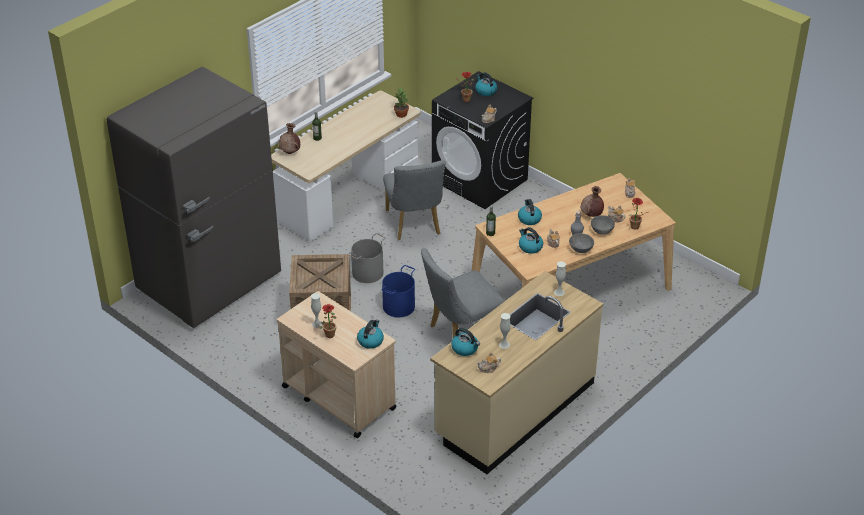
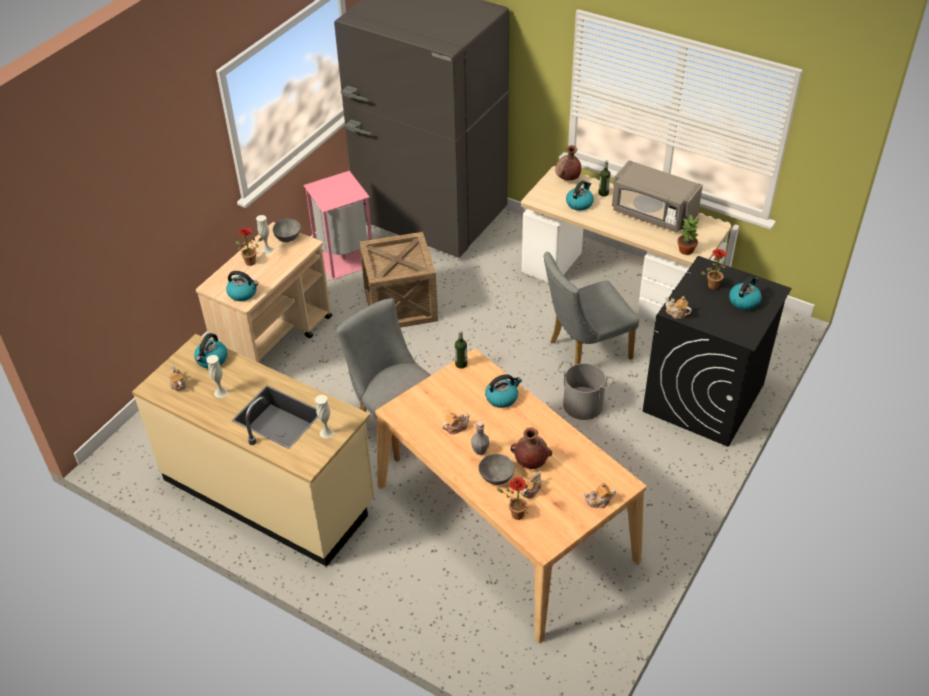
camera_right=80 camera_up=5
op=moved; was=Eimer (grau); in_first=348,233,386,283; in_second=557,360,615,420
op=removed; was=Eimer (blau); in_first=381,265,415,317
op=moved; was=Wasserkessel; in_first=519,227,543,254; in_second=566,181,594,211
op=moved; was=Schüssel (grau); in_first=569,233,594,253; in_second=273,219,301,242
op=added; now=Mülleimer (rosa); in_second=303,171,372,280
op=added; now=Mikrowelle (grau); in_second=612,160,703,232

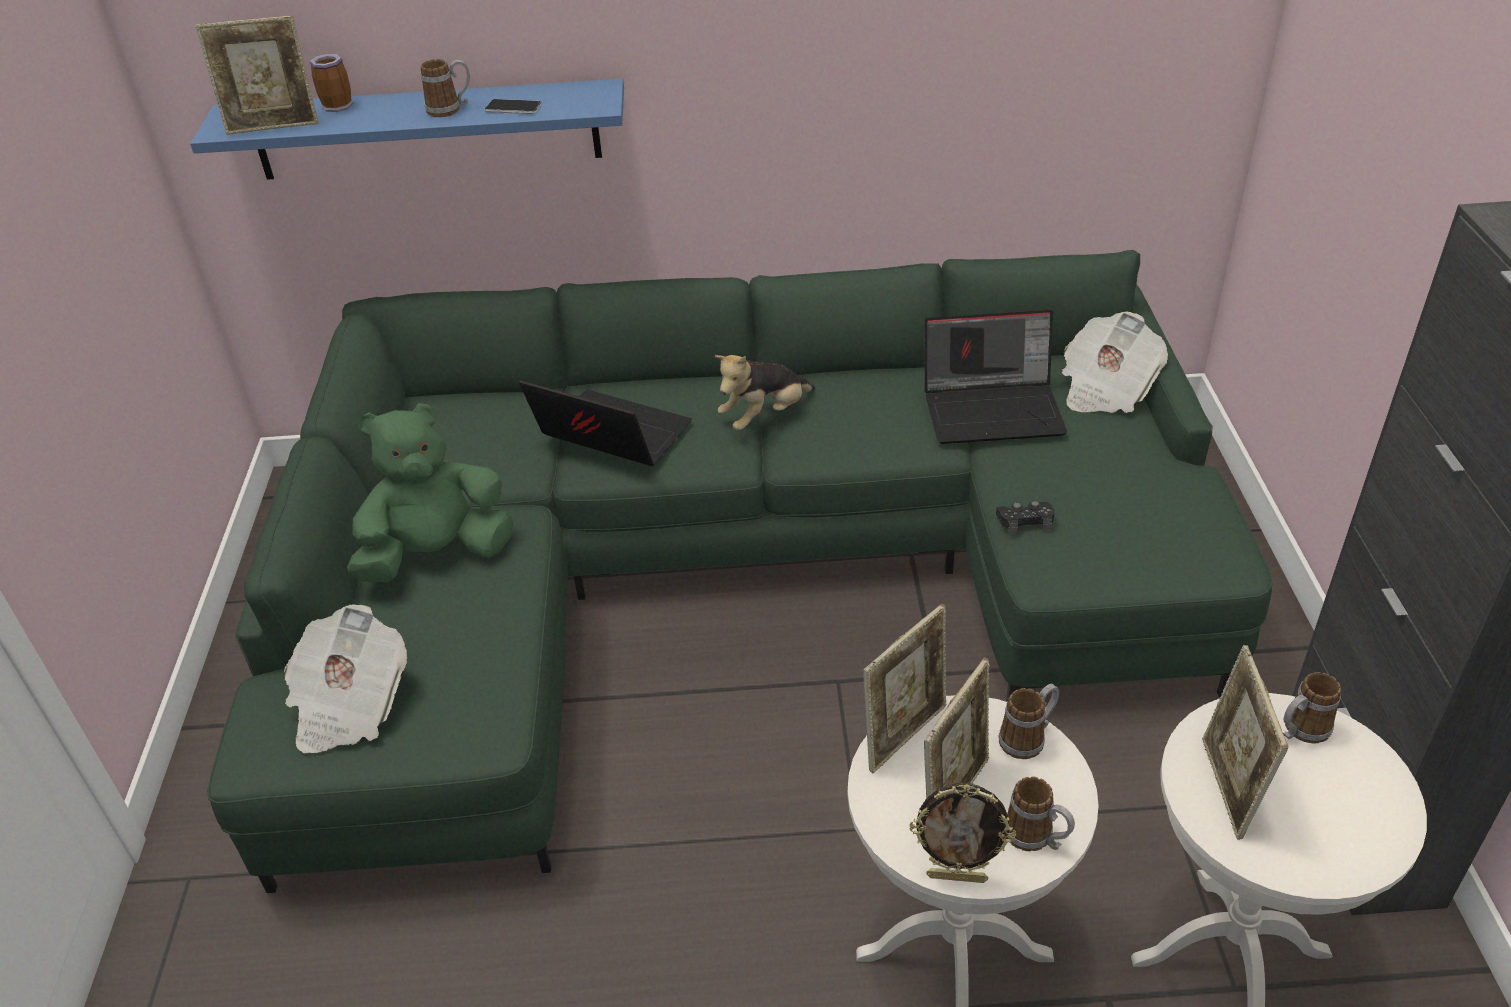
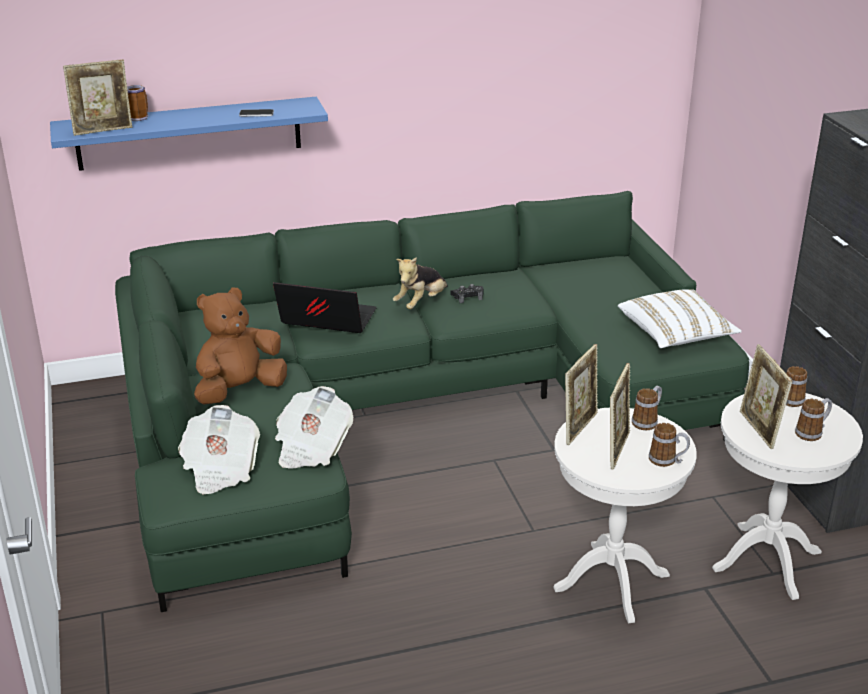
camera_right=-15 camera_up=-10
op=recoloured; was=Plüschtier (grün); now=Plüschtier (braun); in_first=347,403,513,582; in_second=194,287,287,404
op=moved; was=Henkelbecher; in_first=420,59,470,117; in_second=795,398,832,441
op=removed; was=Bilderrahmen; in_first=909,783,1016,883
op=removed; was=Laptop; in_first=925,310,1067,444
op=moved; was=Gamepad (schwarz); in_first=996,501,1055,536; in_second=450,284,484,303
op=moved; was=Zeitung; in_first=1062,312,1168,413; in_second=275,386,353,469
op=added; now=Kissen (weiß); in_second=618,289,742,348

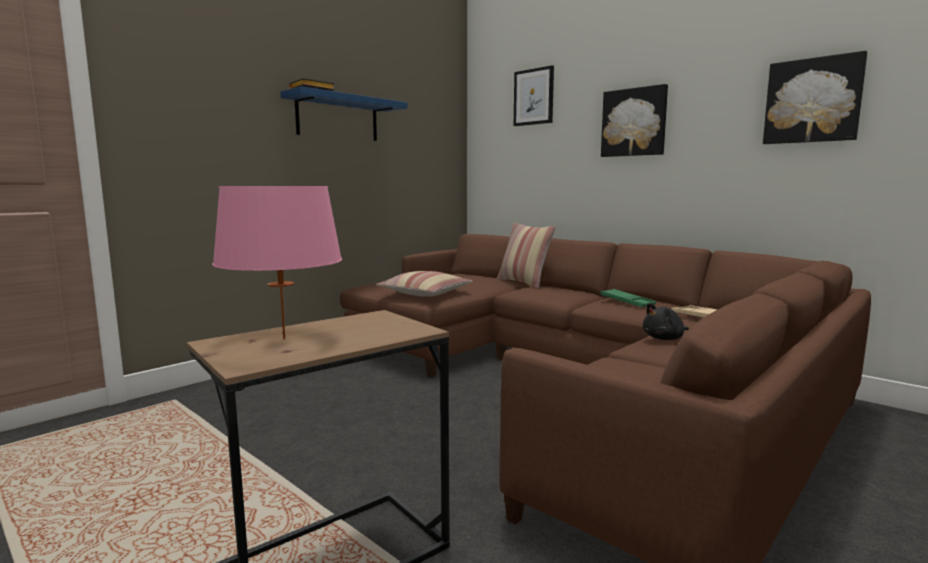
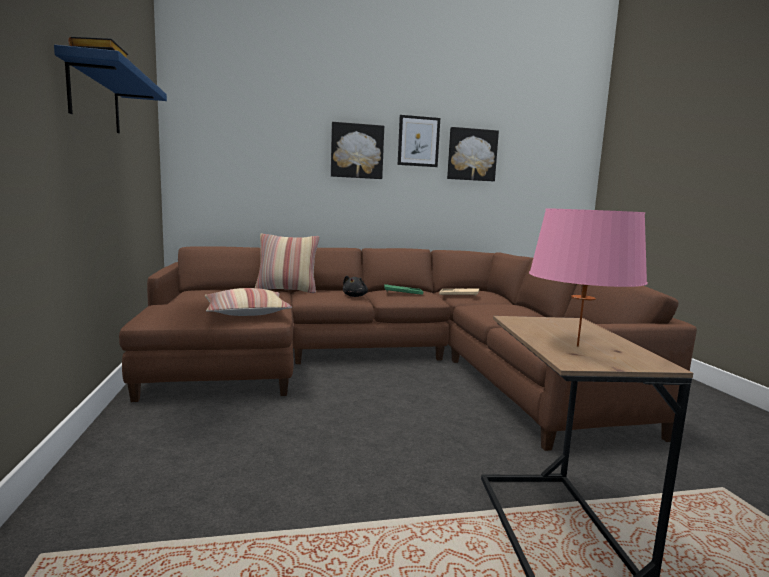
camera_right=-55 camera_up=0
op=moved; was=Bild; in_first=514,65,554,126; in_second=398,115,440,167
op=moved; was=Plüschtier (schwarz); in_first=643,303,690,340; in_second=343,275,368,297

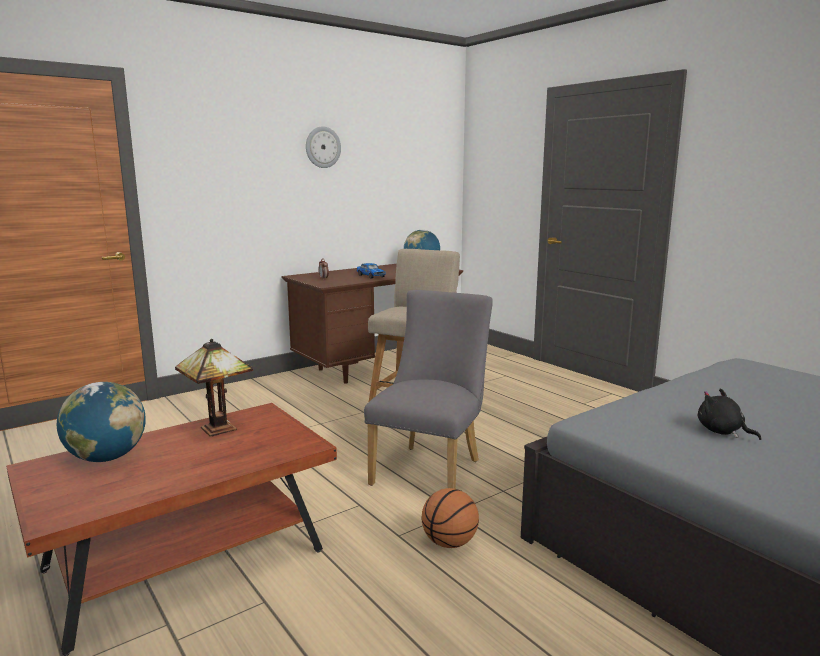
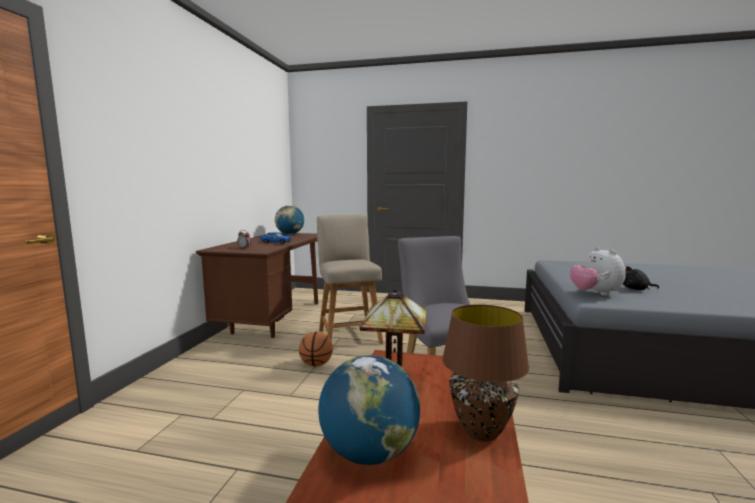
camera_right=-40 camera_up=-5
op=removed; was=Wanduhr; in_first=306,126,341,168
op=moved; was=Basketball; in_first=422,488,479,548; in_second=299,332,333,366
op=added; now=Tischlampe (braun); in_second=442,304,529,442
op=added; now=Plüschtier; in_second=570,247,626,296

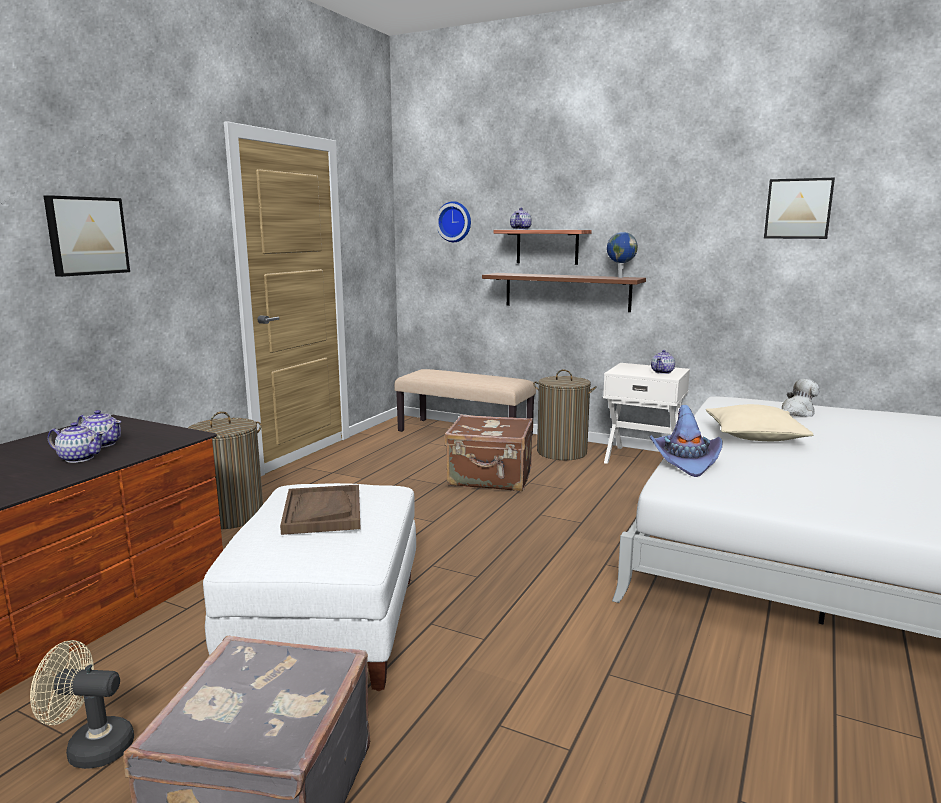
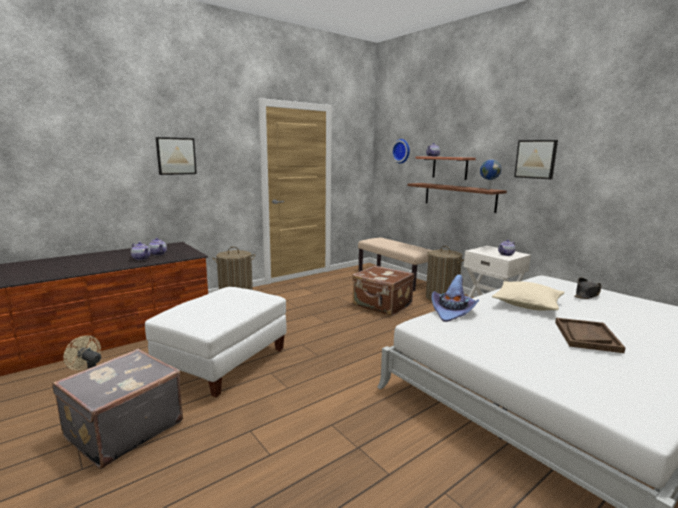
camera_right=25 camera_up=0
op=moved; was=Tablett (braun); in_first=280,485,361,535; in_second=555,318,625,353
op=moved; was=Bild; in_first=764,178,835,239; in_second=514,140,558,179
op=replaced; was=Plüschtier; now=Hut (schwarz); in_first=782,379,819,417; in_second=574,277,601,299

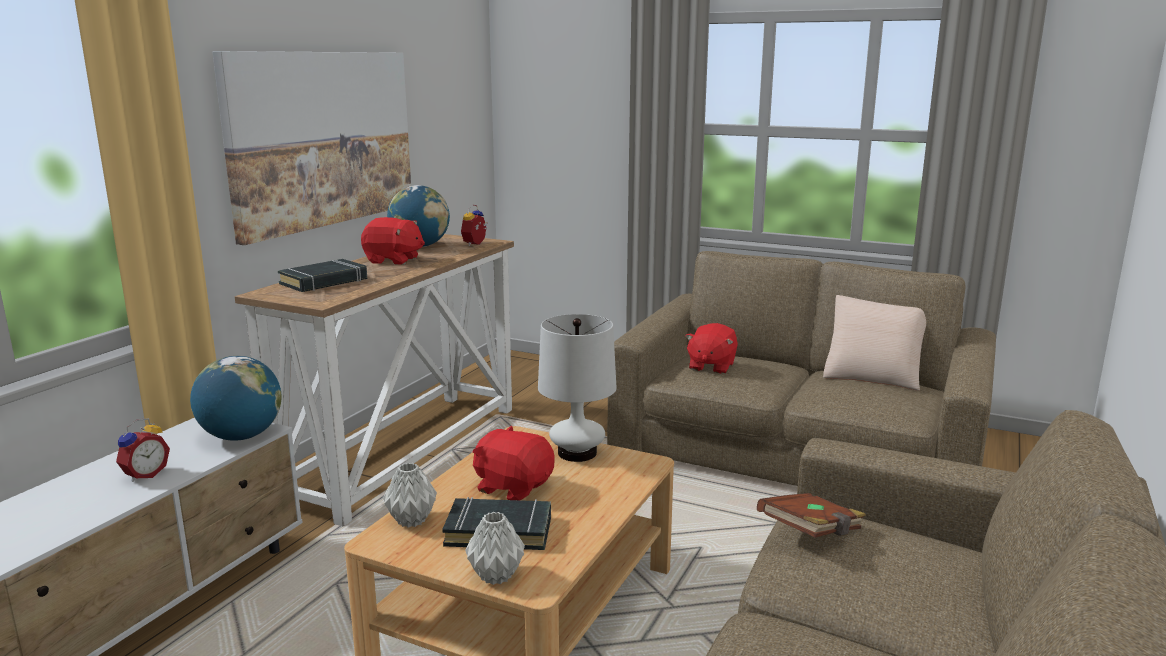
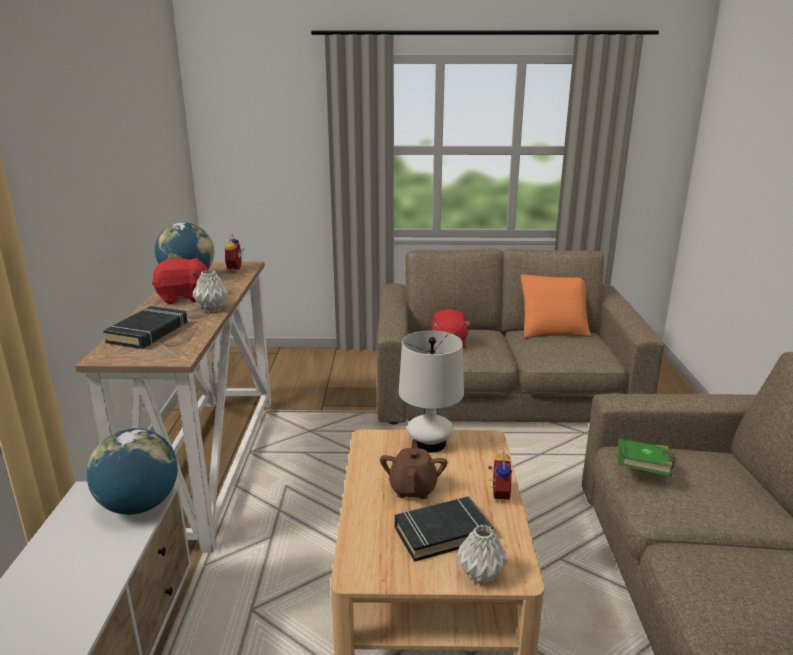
camera_right=-25 camera_up=5
op=moved; was=Wecker; in_first=116,418,170,482; in_second=488,449,512,504
op=removed; was=Bild; in_first=212,51,411,245
op=moved; was=Vase (grau); in_first=383,463,437,528; in_second=193,270,229,313
op=replaced; was=Plüschtier (rot); now=Teekanne (braun); in_first=473,426,555,500; in_second=380,439,447,499
op=recoloured; was=Buch (braun); now=Buch (grün); in_first=757,493,866,538; in_second=618,439,675,476
op=recoloured; was=Kissen (beige); now=Kissen (orange); in_first=823,295,926,391; in_second=521,274,591,338

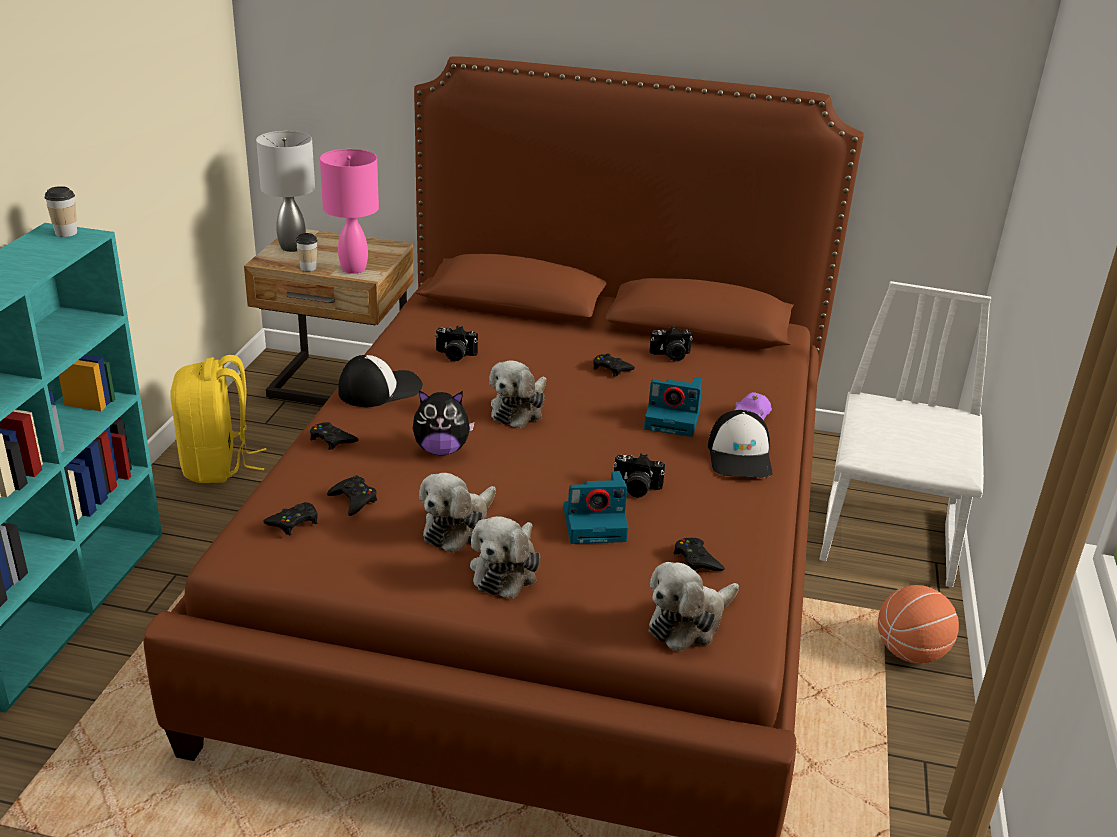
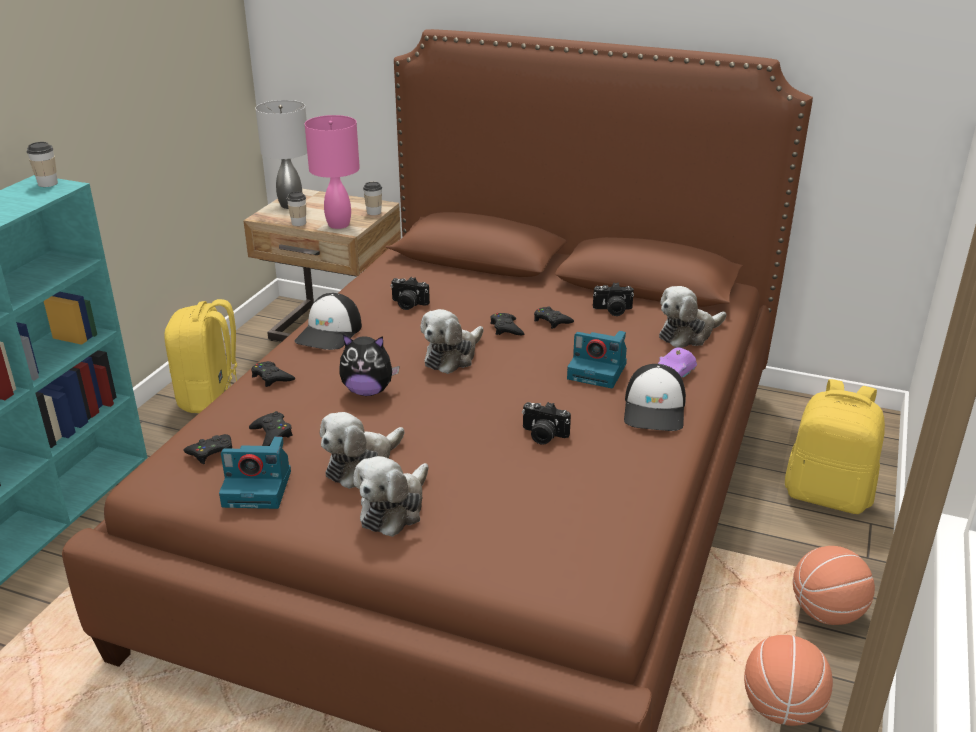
camera_right=10 camera_up=0
op=turned; was=Kappe; in_first=338,355,423,407; in_second=295,293,362,350; clockwise=135
op=moved; was=Kamera; in_first=563,471,628,544; in_second=219,436,291,509
op=moved; was=Plüschtier; in_first=649,562,739,652; in_second=659,286,726,348
op=moved; was=Gamepad (schwarz); in_first=674,538,725,571; in_second=490,313,524,335
op=replaced; was=Stuhl (weiß); now=Rucksack (gelb); in_first=820,281,991,587; in_second=785,379,885,514
op=added; now=Tasse; in_second=363,182,382,215
op=added; now=Basketball; in_second=744,635,833,726

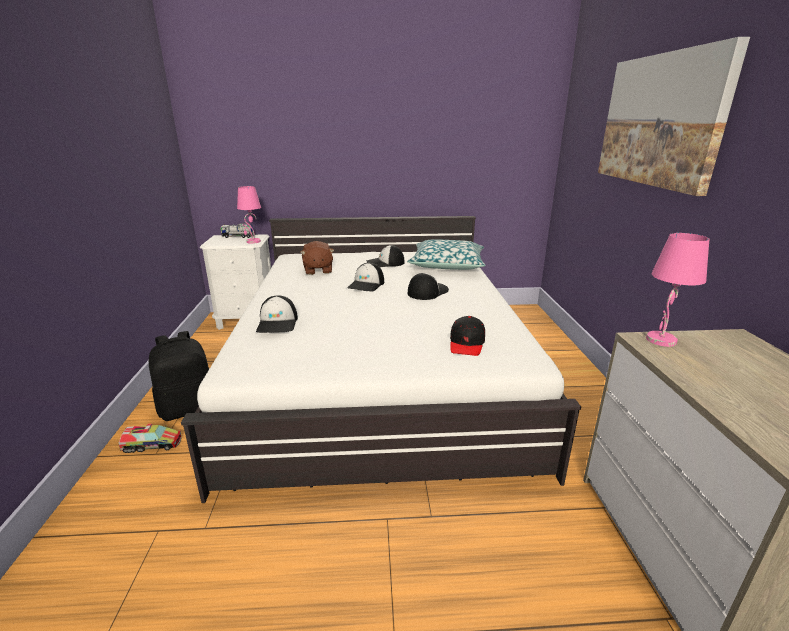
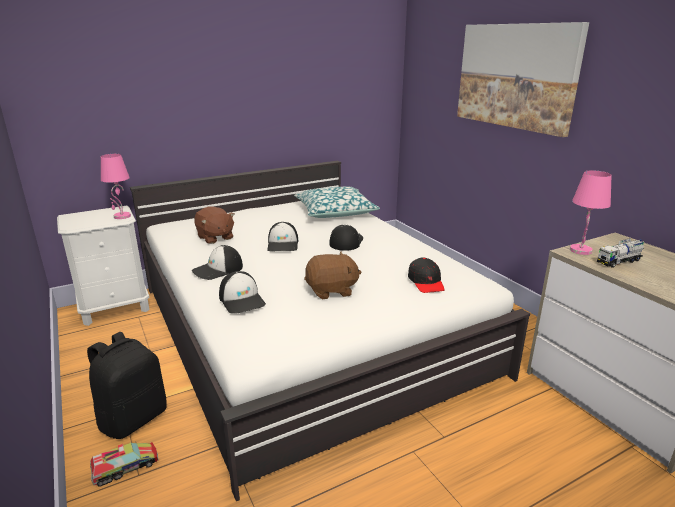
camera_right=-25 camera_up=0
op=moved; was=Spielzeuglaster; in_first=221,224,253,238; in_second=597,238,644,268
op=moved; was=Kappe; in_first=367,245,404,267; in_second=192,245,243,280
op=added; now=Plüschtier (braun); in_second=304,252,361,299

